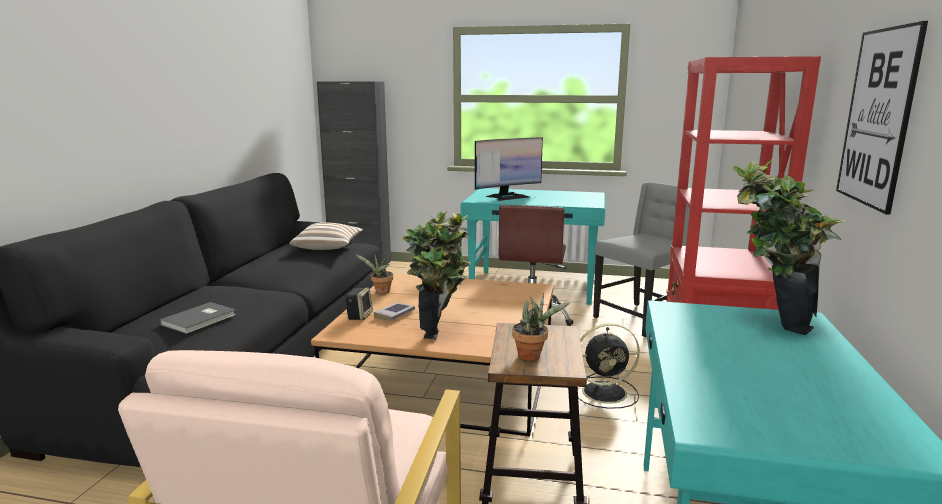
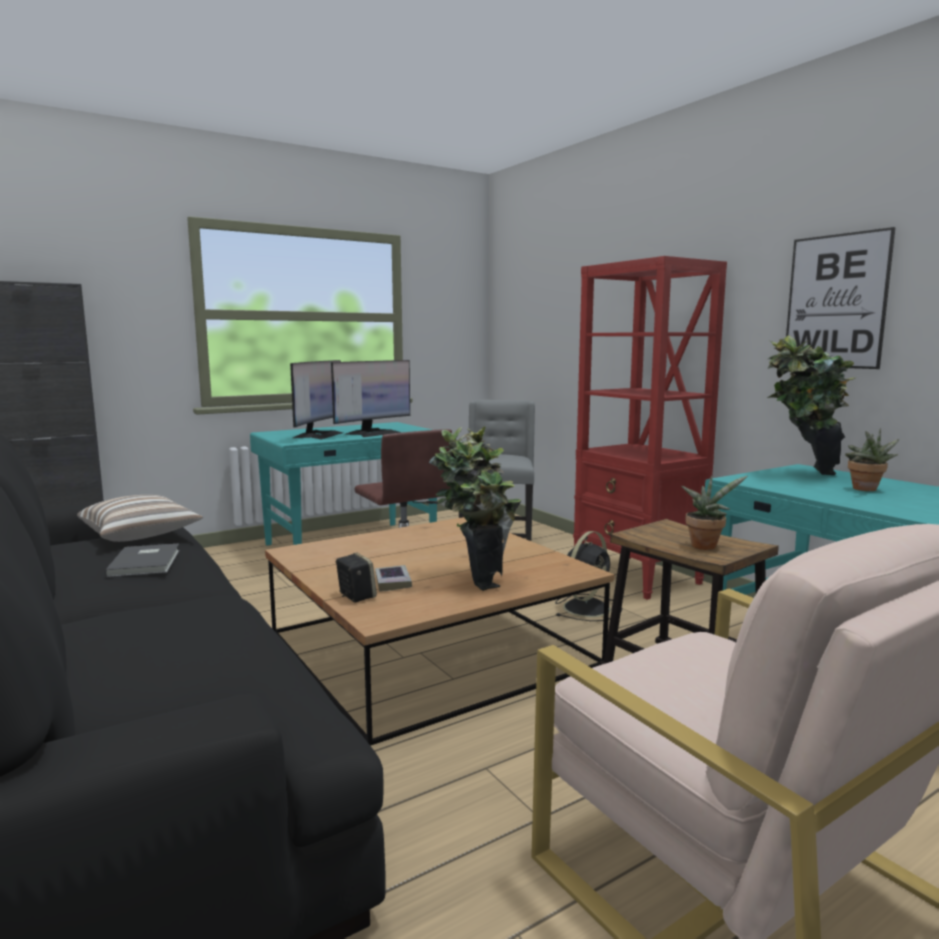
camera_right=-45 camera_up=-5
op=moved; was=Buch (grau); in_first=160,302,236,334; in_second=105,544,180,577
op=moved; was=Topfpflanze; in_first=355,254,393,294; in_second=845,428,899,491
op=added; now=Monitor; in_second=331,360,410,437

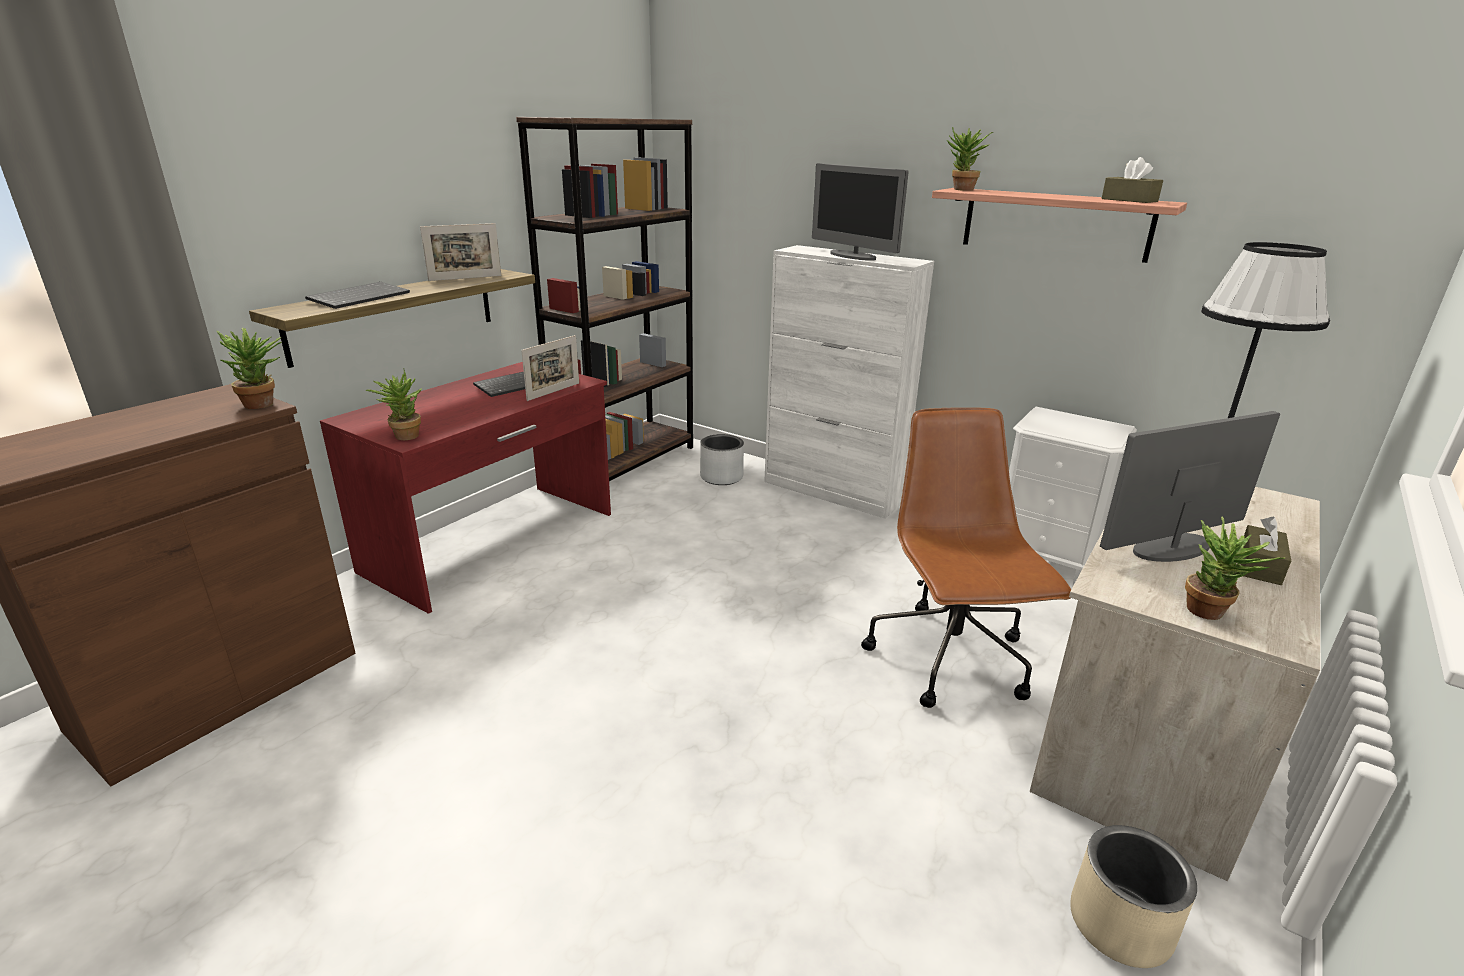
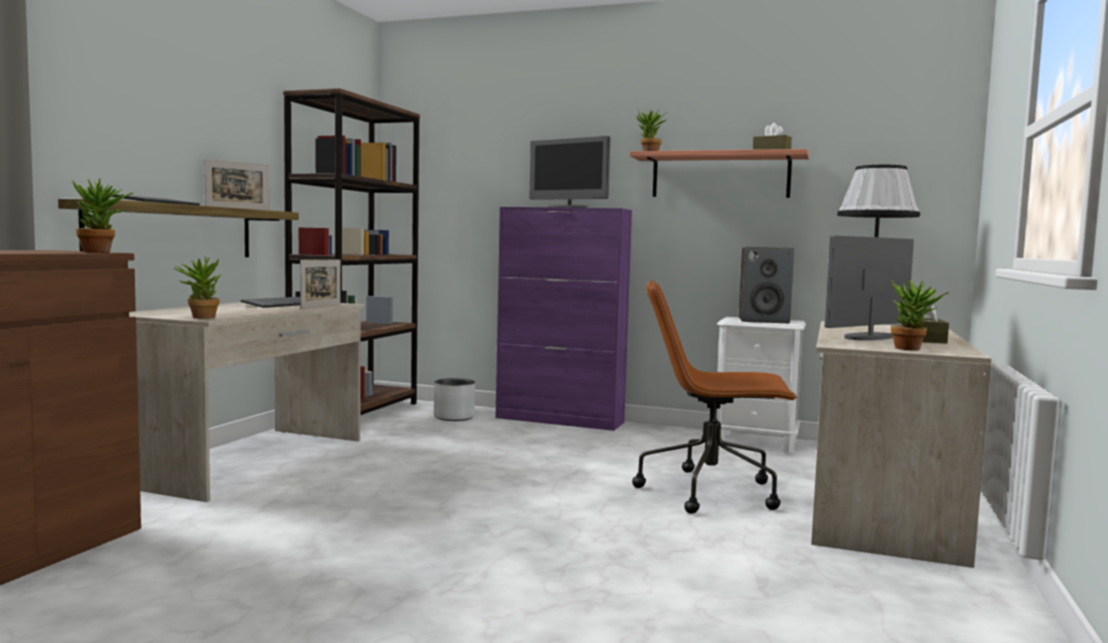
camera_right=-15 camera_up=-20
op=recoloured; was=Schreibtisch (rot); now=Schreibtisch (beige); in_first=320,362,611,614; in_second=129,302,365,502
op=recoloured; was=Schrank (weiß); now=Schrank (lila); in_first=764,245,934,519; in_second=496,207,632,431
op=turned; was=Bürostuhl (braun); in_first=861,407,1071,708; in_second=632,281,797,514; clockwise=-60
op=removed; was=Pflanzkübel (beige); in_first=1070,825,1197,968
op=added; now=Lautsprecher; in_second=739,247,794,323

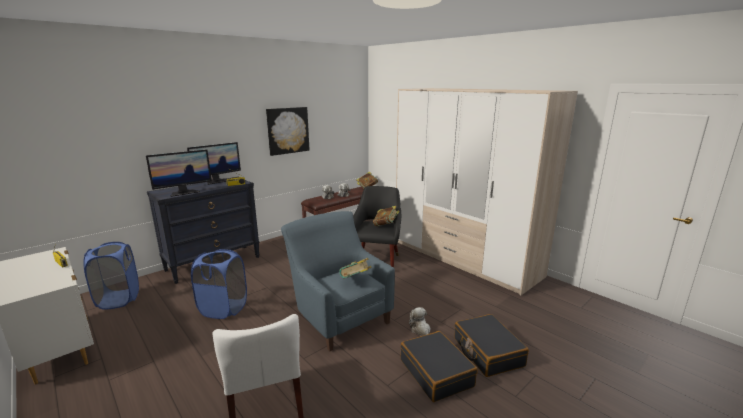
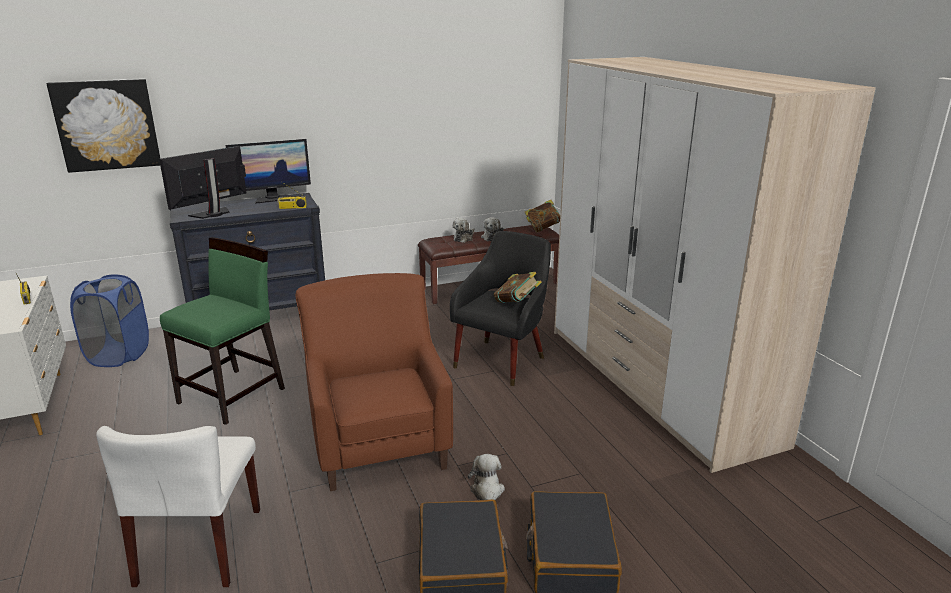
camera_right=20 camera_up=5
op=turned; was=Monitor; in_first=146,150,212,197; in_second=159,146,246,219; clockwise=150
op=replaced; was=Wäschekorb (blau); now=Stuhl (grün); in_first=191,249,247,319; in_second=160,237,285,425
op=moved; was=Bild; in_first=266,107,310,156; in_second=46,79,160,173
op=recoloured; was=Sessel (blau); now=Sessel (braun); in_first=281,211,395,351; in_second=296,273,453,491
op=removed; was=Buch; in_first=339,258,371,278

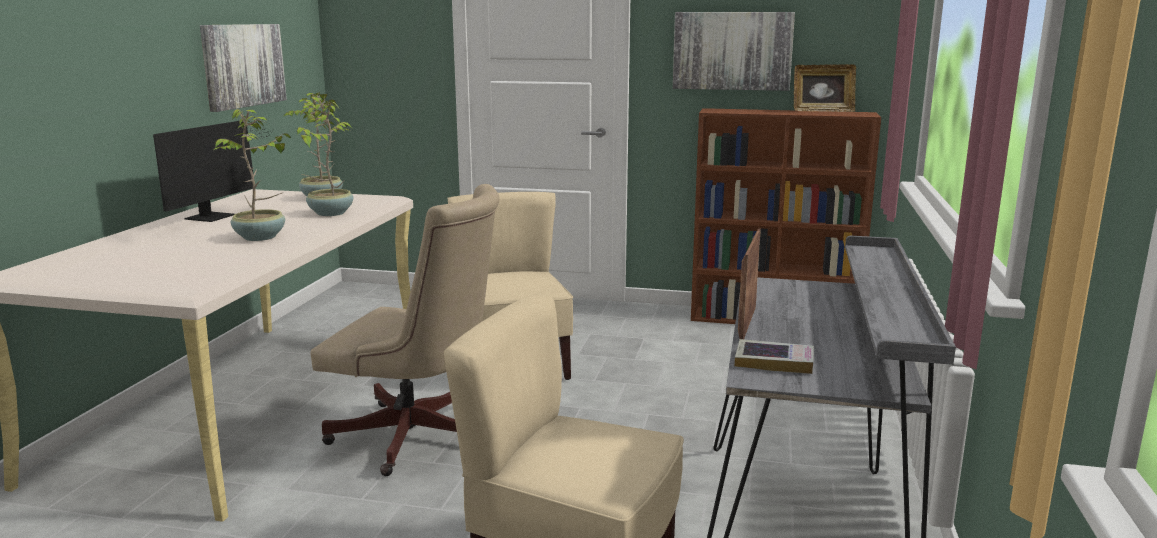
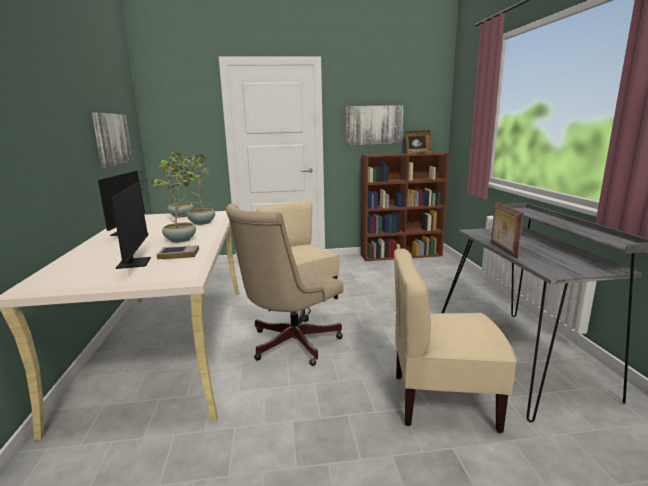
camera_right=-20 camera_up=0
op=turned; was=Bürostuhl (beige); in_first=310,184,500,476; in_second=226,204,344,366; clockwise=135
op=moved; was=Buch; in_first=734,339,814,374; in_second=157,245,199,259
op=added; now=Monitor; in_second=111,182,151,269

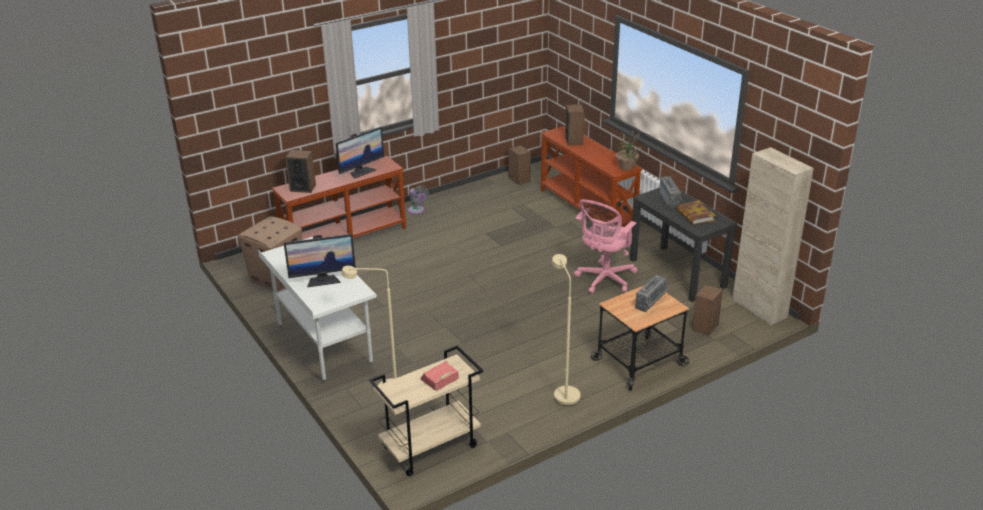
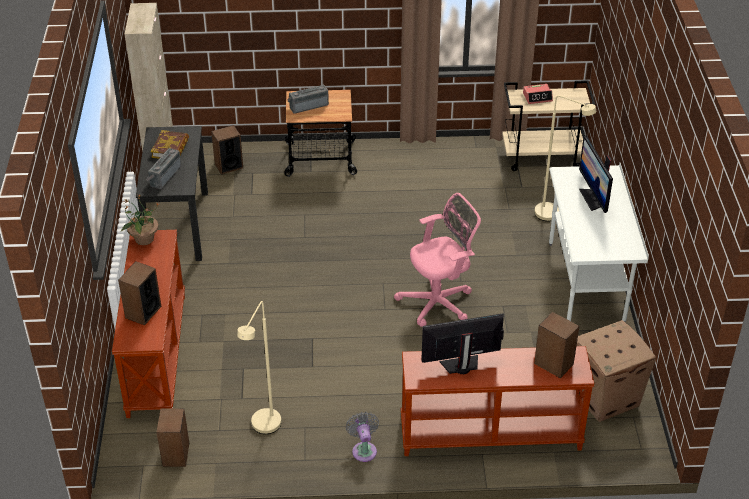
camera_right=-150 camera_up=10
op=turned; was=Monitor; in_first=284,234,356,287; in_second=579,136,613,213; clockwise=-120
op=moved; was=Stehlampe (beige); in_first=552,254,581,406; in_second=237,301,281,434
op=moved; was=Bürostuhl (rosa); in_first=574,200,638,294; in_second=394,193,481,327

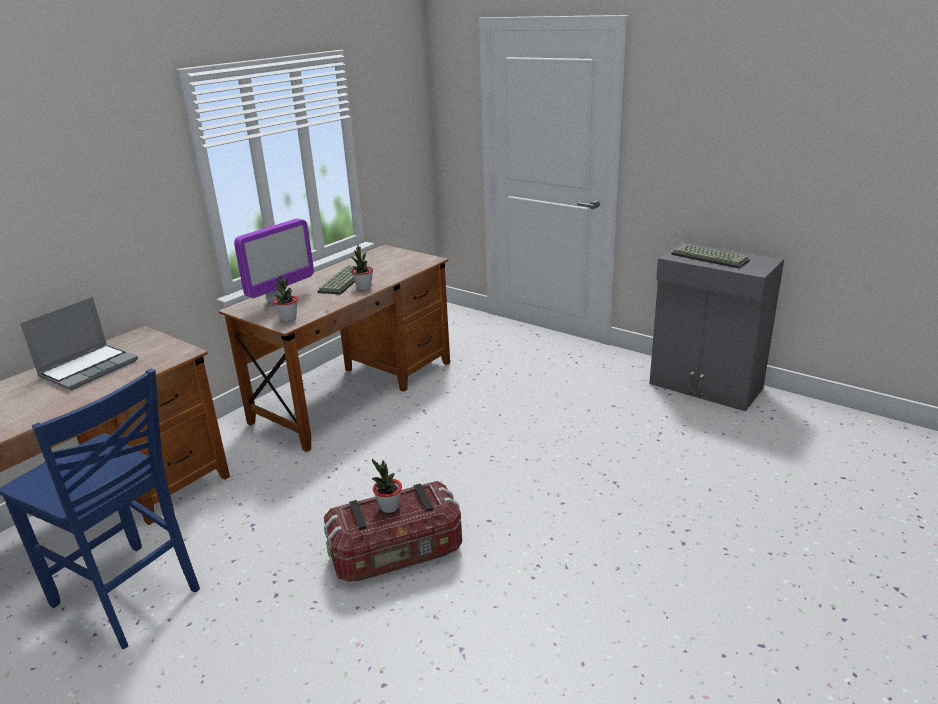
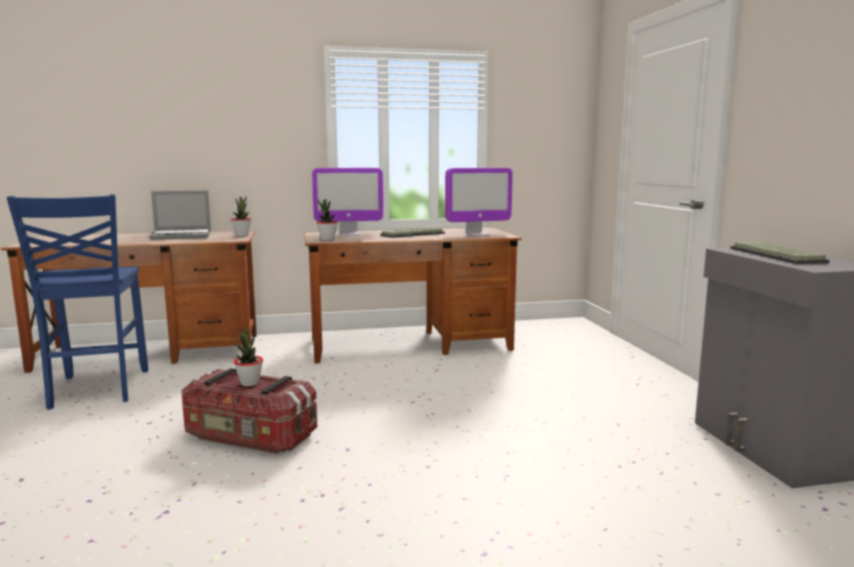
camera_right=40 camera_up=-15
op=moved; was=Topfpflanze; in_first=351,245,373,290; in_second=231,197,251,237
op=added; now=Monitor; in_second=445,168,513,236

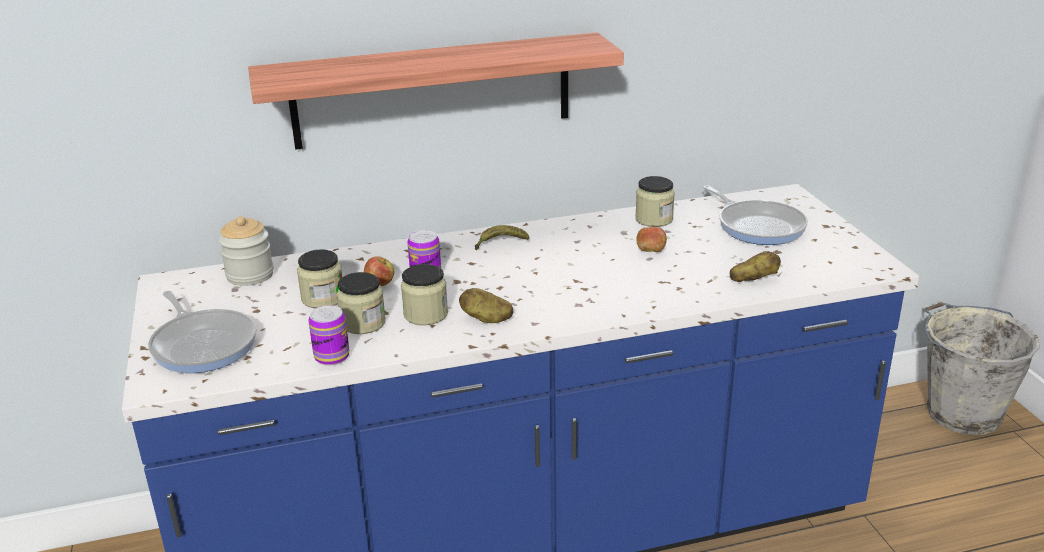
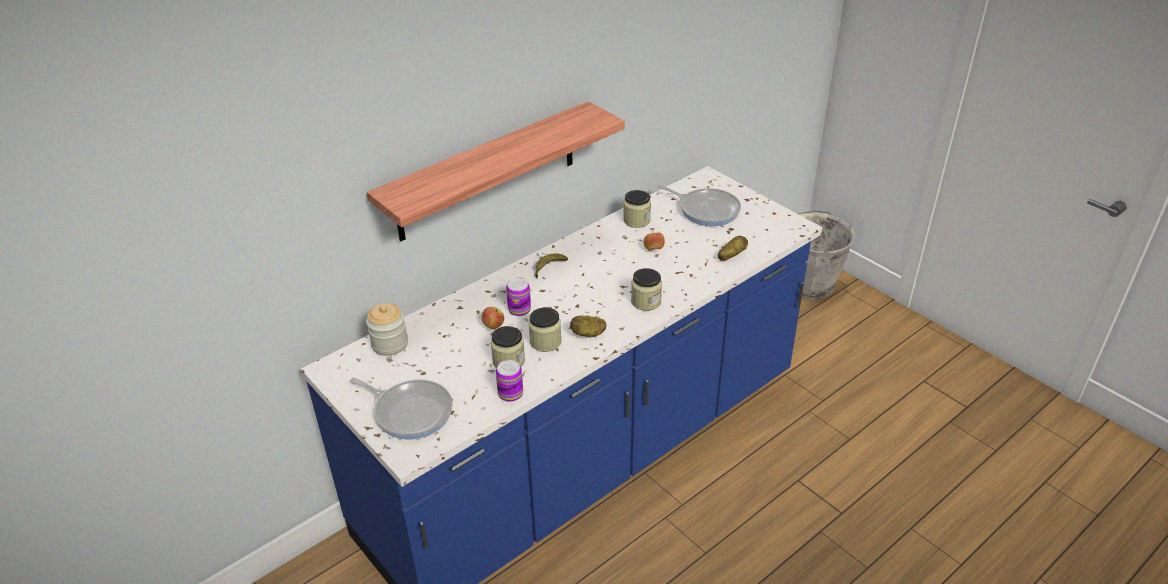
camera_right=-25 camera_up=10
op=moved; was=Vorratsglas; in_first=297,249,342,308; in_second=631,268,662,311

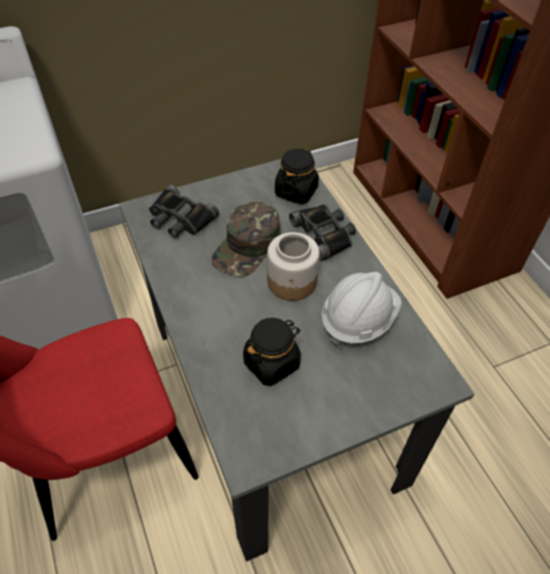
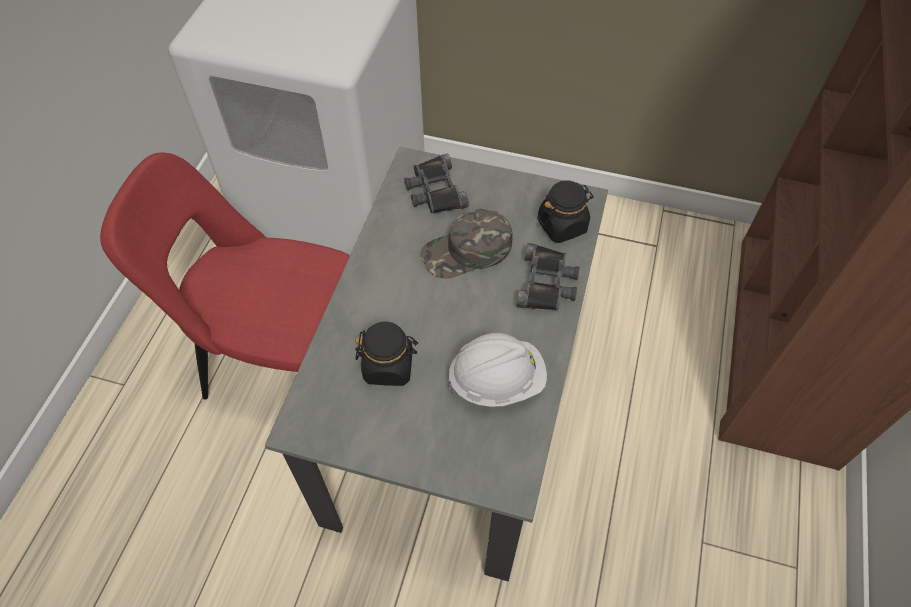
camera_right=40 camera_up=5
op=removed; was=Vorratsglas; in_first=267,232,320,301

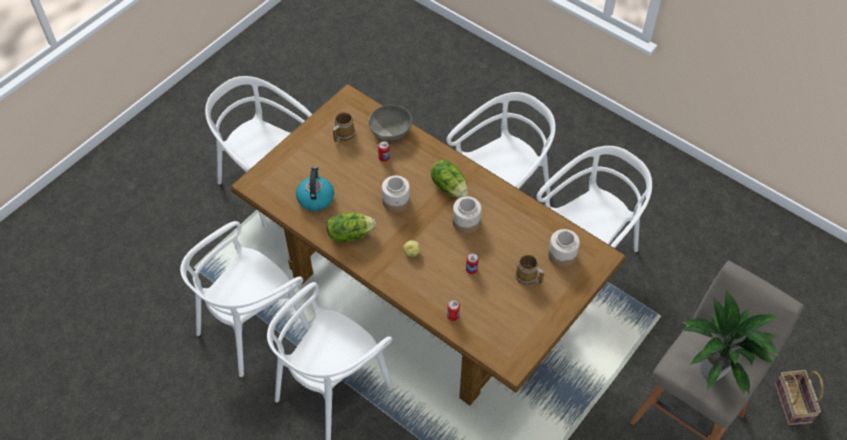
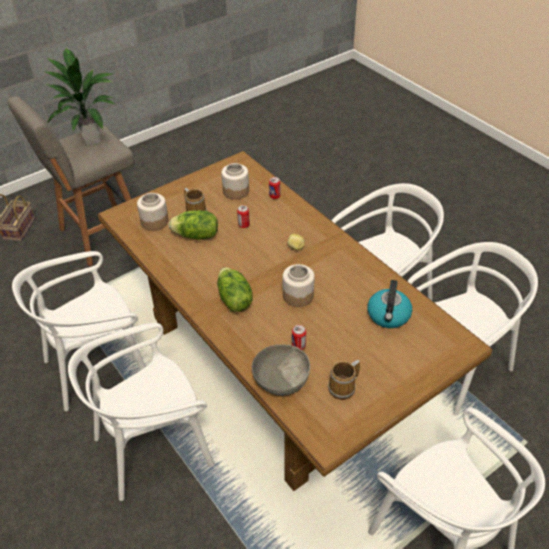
camera_right=-165 camera_up=-10
op=moved; was=Salatkopf; in_first=327,213,376,242; in_second=168,210,218,240
op=moved; was=Vorratsglas; in_first=453,196,482,234; in_second=221,163,249,200

